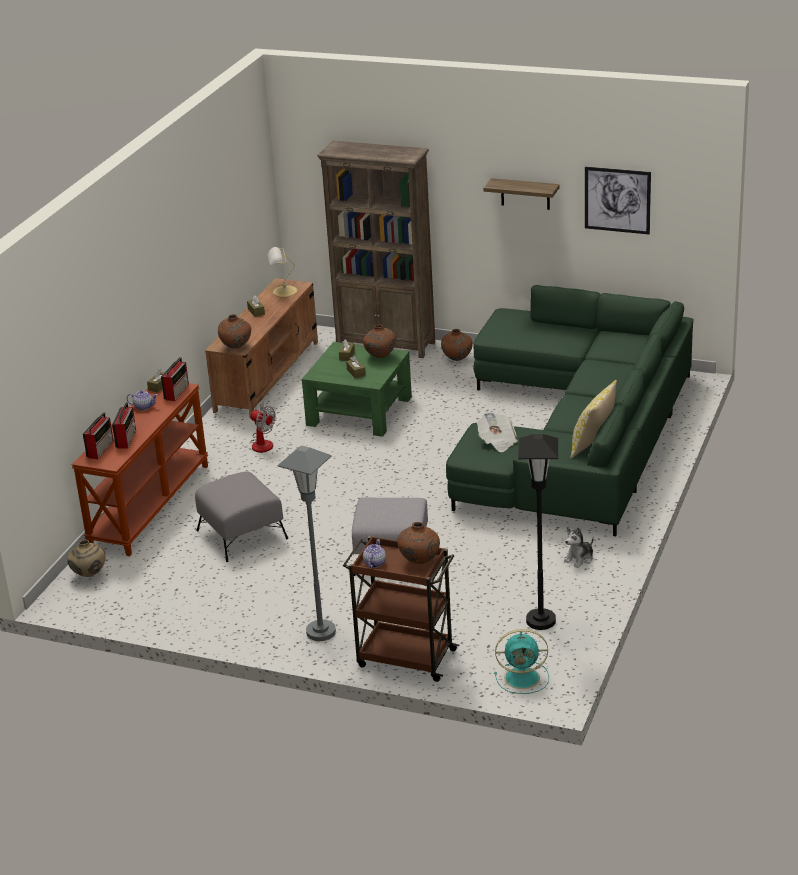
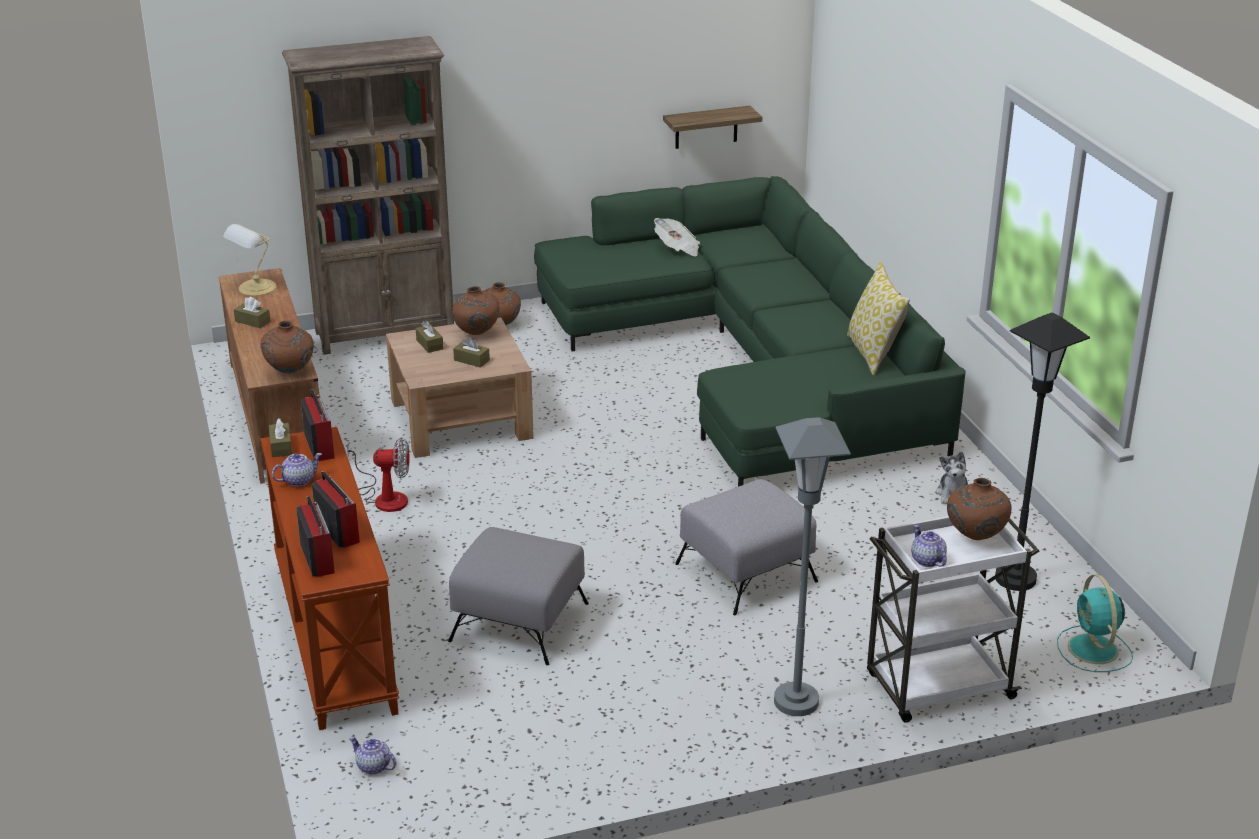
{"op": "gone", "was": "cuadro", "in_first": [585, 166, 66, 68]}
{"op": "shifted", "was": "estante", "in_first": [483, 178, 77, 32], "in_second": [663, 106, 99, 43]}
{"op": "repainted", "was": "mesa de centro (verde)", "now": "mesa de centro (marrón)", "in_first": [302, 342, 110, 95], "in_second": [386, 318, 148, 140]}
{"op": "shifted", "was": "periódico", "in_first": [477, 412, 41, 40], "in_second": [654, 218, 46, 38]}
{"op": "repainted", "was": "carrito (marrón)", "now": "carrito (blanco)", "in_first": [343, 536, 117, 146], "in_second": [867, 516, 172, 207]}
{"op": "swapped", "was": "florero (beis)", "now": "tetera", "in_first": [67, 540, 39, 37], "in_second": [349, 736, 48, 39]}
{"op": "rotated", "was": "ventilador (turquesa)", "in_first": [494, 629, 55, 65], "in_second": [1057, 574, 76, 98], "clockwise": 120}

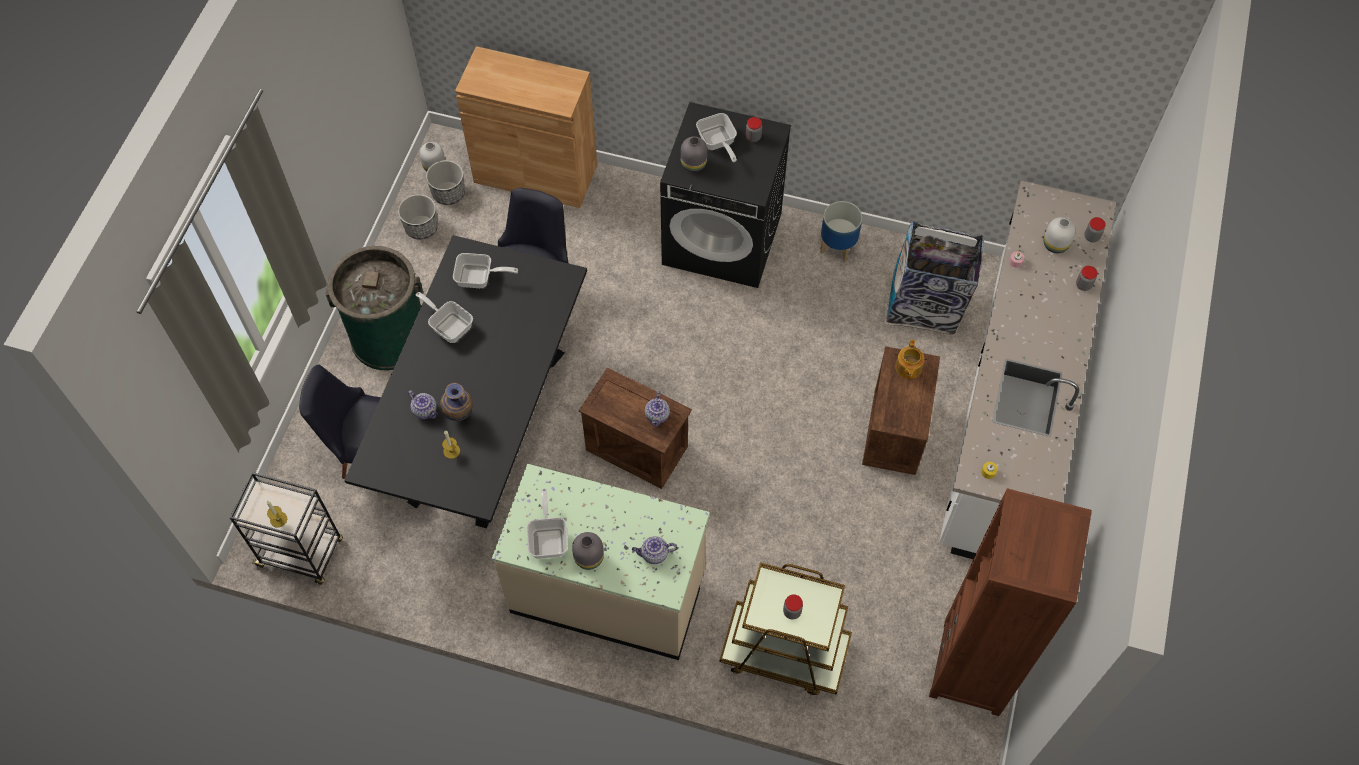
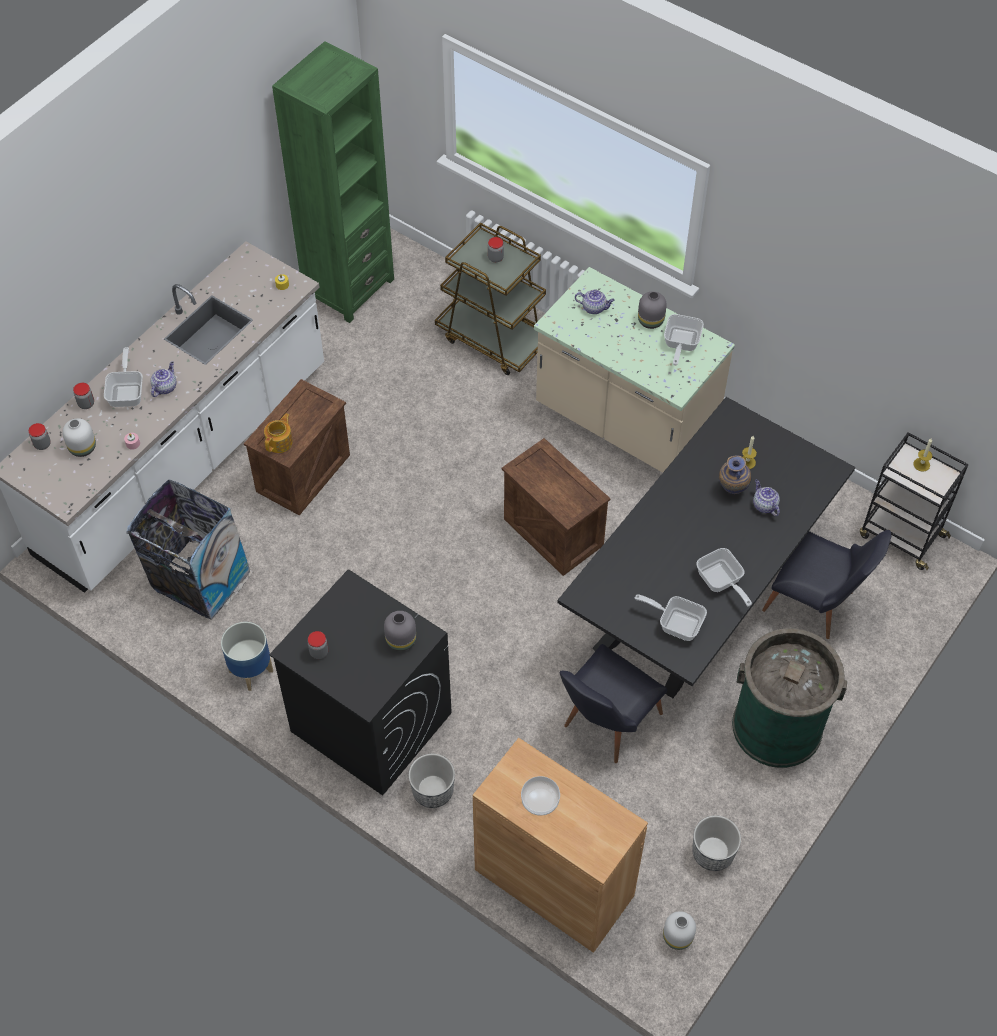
{"op": "shifted", "was": "sartén", "in_first": [696, 113, 41, 49], "in_second": [104, 347, 39, 60]}
{"op": "shifted", "was": "maceta", "in_first": [426, 160, 39, 45], "in_second": [409, 754, 46, 54]}
{"op": "shifted", "was": "tetera", "in_first": [645, 391, 25, 36], "in_second": [151, 361, 26, 36]}
{"op": "repainted", "was": "estantería (marrón)", "now": "estantería (verde)", "in_first": [929, 488, 163, 228], "in_second": [272, 41, 122, 282]}
{"op": "new", "now": "cuenco", "in_second": [521, 776, 39, 40]}

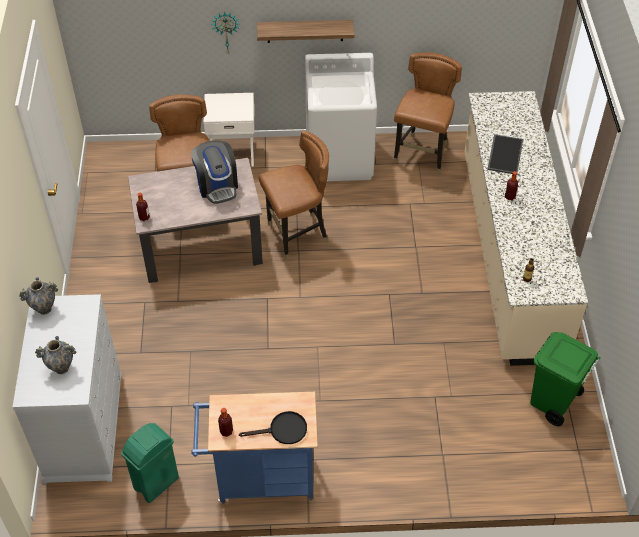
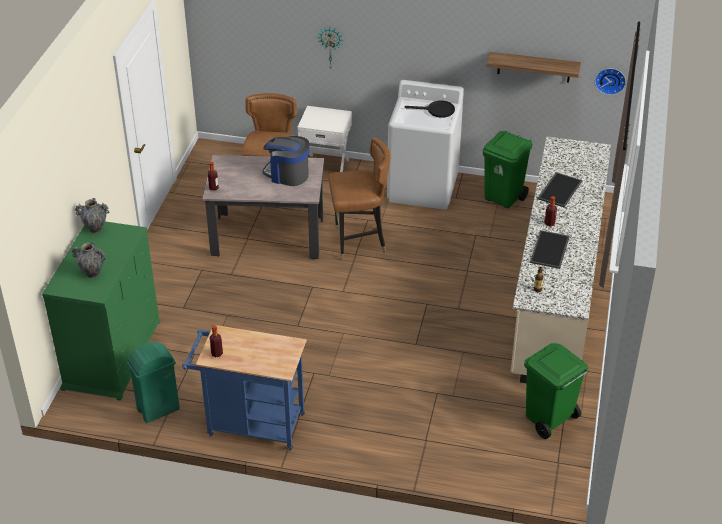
{"op": "shifted", "was": "estante", "in_first": [257, 20, 97, 23], "in_second": [486, 52, 95, 31]}
{"op": "swapped", "was": "silla (marrón)", "now": "papelera (verde)", "in_first": [393, 52, 69, 122], "in_second": [483, 131, 49, 77]}
{"op": "rotated", "was": "cafetera", "in_first": [191, 140, 47, 64], "in_second": [262, 136, 47, 50], "clockwise": 120}
{"op": "repainted", "was": "cómoda (blanco)", "now": "cómoda (verde)", "in_first": [13, 294, 109, 190], "in_second": [42, 221, 119, 180]}
{"op": "shifted", "was": "sartén (negro)", "in_first": [239, 411, 68, 33], "in_second": [405, 101, 50, 17]}
{"op": "new", "now": "reloj de pared", "in_second": [595, 68, 31, 27]}
{"op": "new", "now": "bandeja", "in_second": [530, 230, 40, 39]}

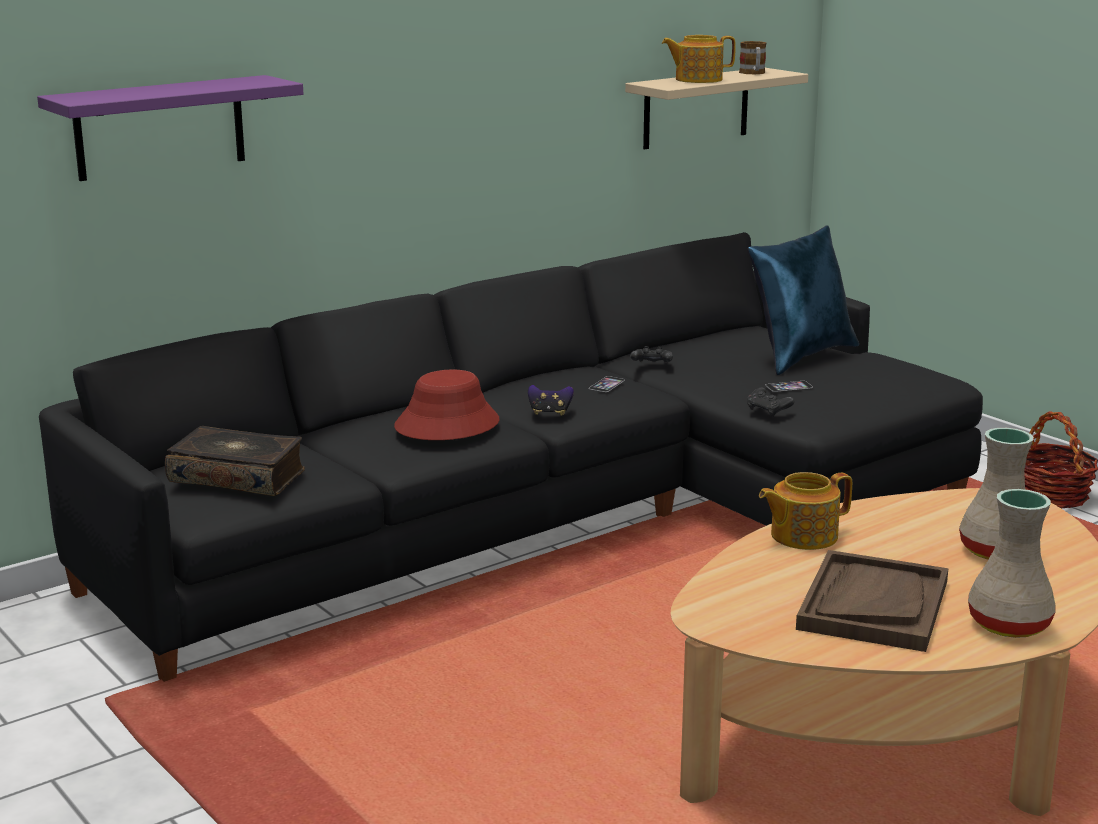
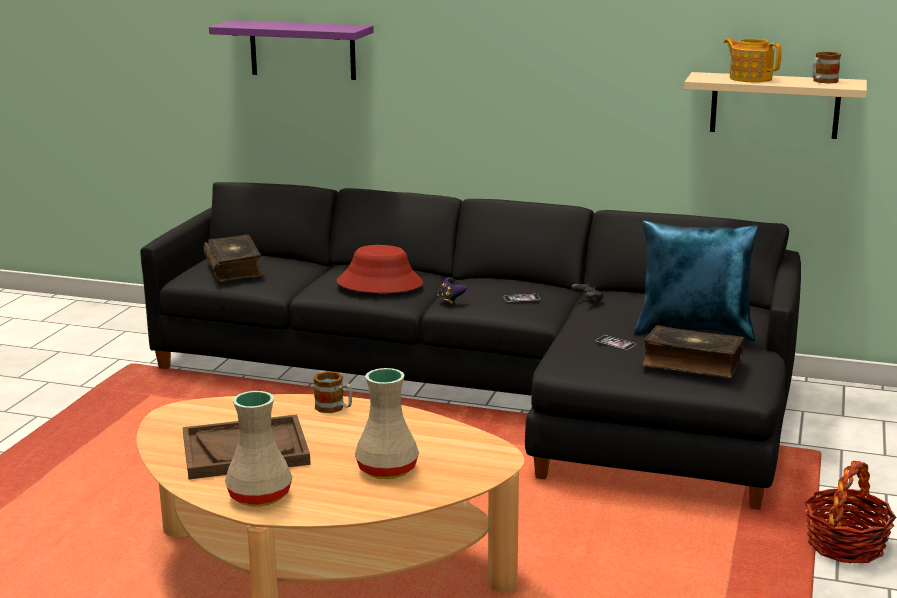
{"op": "gone", "was": "mando de consola (negro)", "in_first": [747, 388, 48, 29]}
{"op": "swapped", "was": "tetera", "now": "taza grande", "in_first": [759, 472, 93, 78], "in_second": [313, 371, 39, 42]}
{"op": "new", "now": "libro", "in_second": [642, 325, 102, 53]}

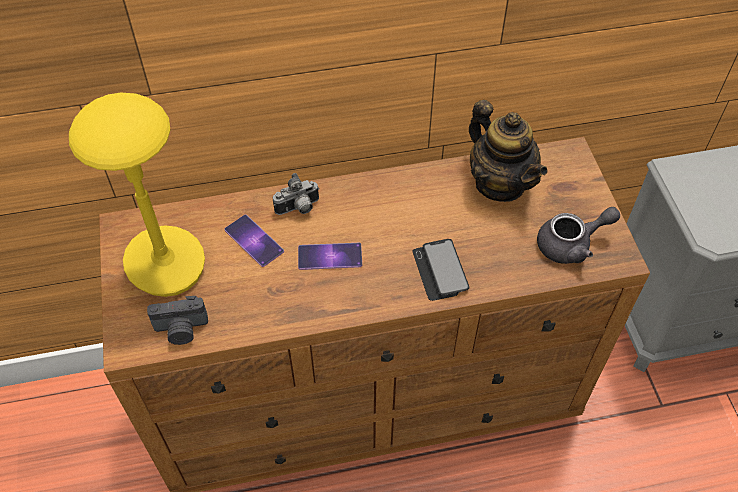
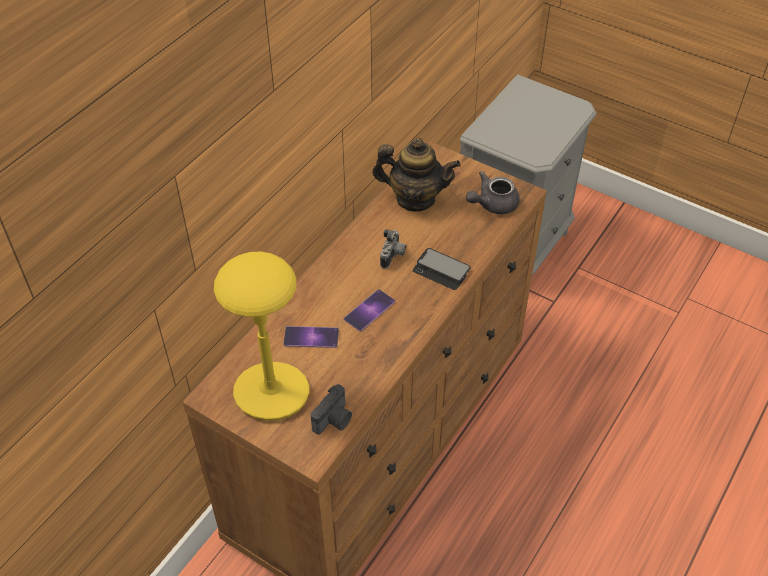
{"op": "shifted", "was": "cámara", "in_first": [273, 173, 46, 42], "in_second": [380, 229, 26, 40]}
{"op": "rotated", "was": "tetera (gris)", "in_first": [537, 207, 83, 57], "in_second": [466, 171, 54, 43], "clockwise": -150}

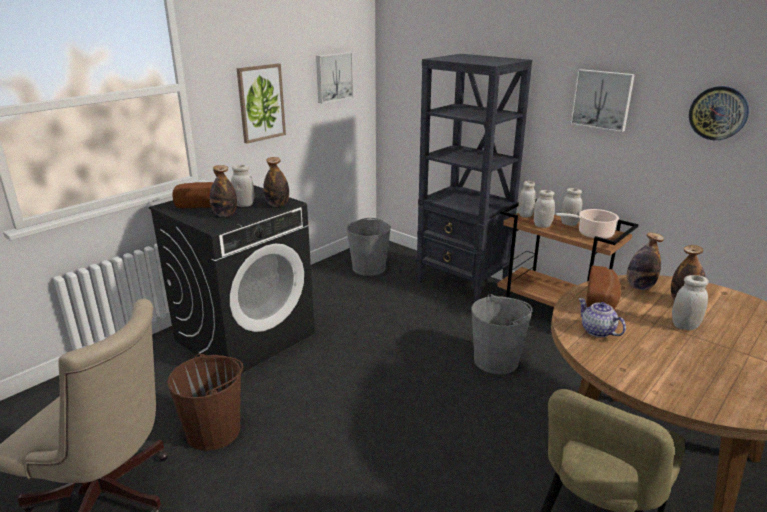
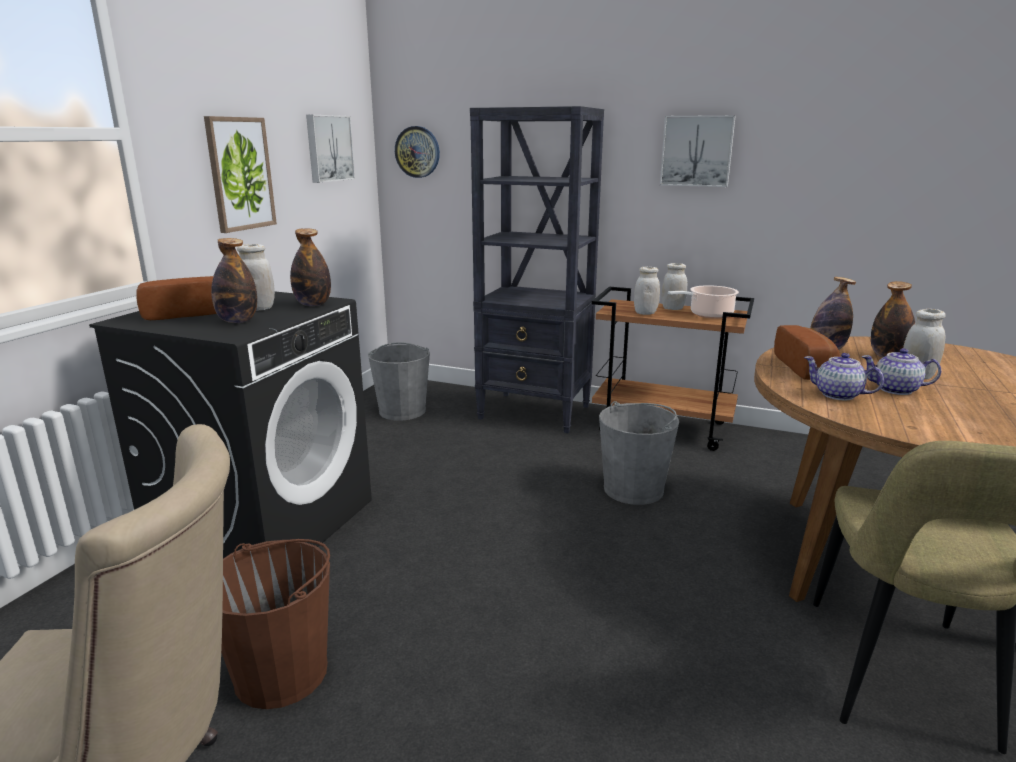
{"op": "shifted", "was": "reloj de pared", "in_first": [689, 86, 60, 54], "in_second": [395, 126, 45, 52]}
{"op": "gone", "was": "tarro (blanco)", "in_first": [519, 181, 17, 37]}
{"op": "new", "now": "tetera", "in_second": [862, 348, 79, 47]}

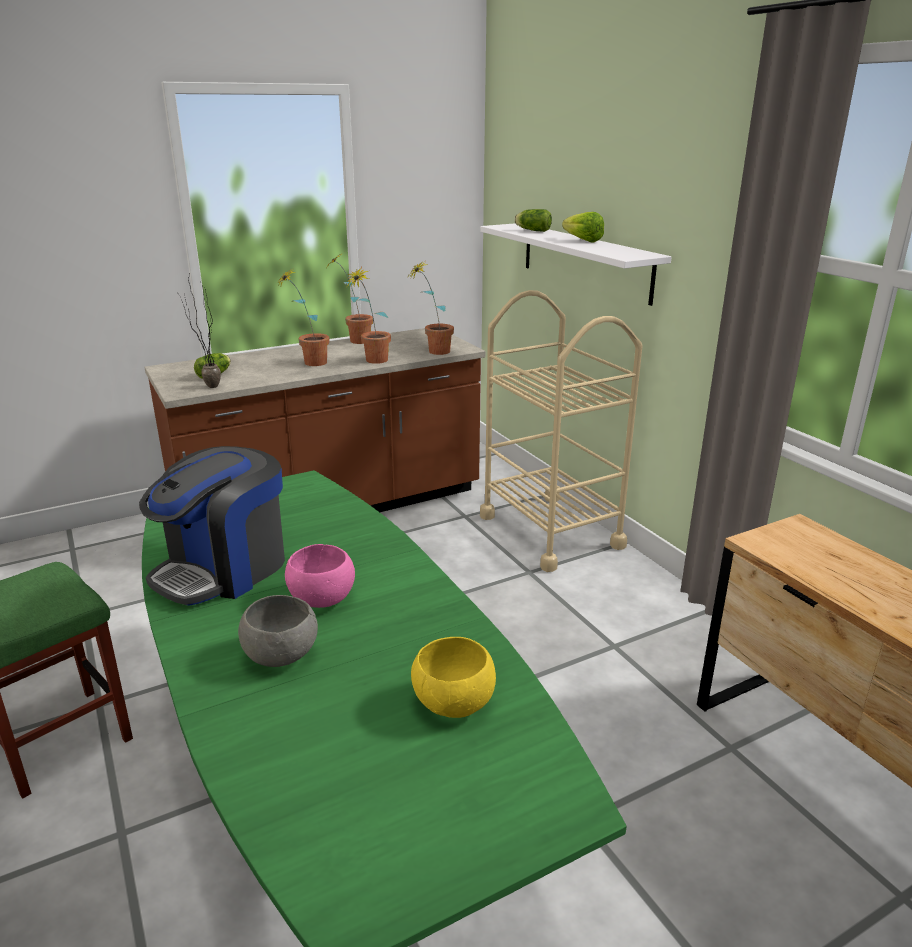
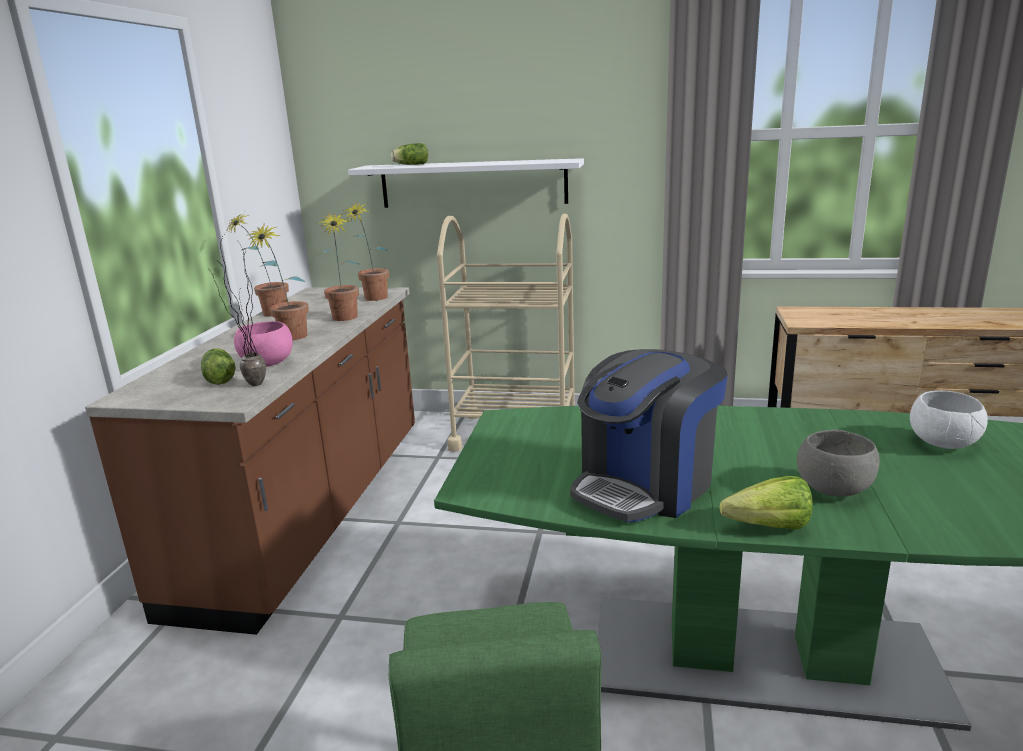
{"op": "shifted", "was": "lechuga", "in_first": [562, 212, 42, 31], "in_second": [719, 476, 93, 53]}
{"op": "rotated", "was": "cafetera", "in_first": [139, 446, 146, 160], "in_second": [570, 349, 158, 174], "clockwise": 60}
{"op": "shifted", "was": "cuenco (rosa)", "in_first": [285, 544, 70, 64], "in_second": [234, 321, 59, 46]}
{"op": "repainted", "was": "cuenco (amarillo)", "now": "cuenco (blanco)", "in_first": [411, 637, 85, 81], "in_second": [910, 391, 78, 58]}

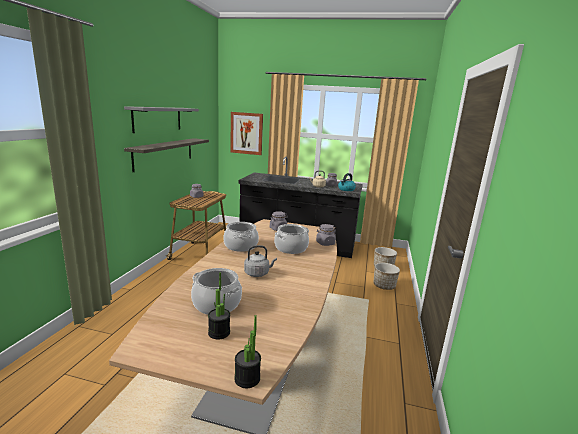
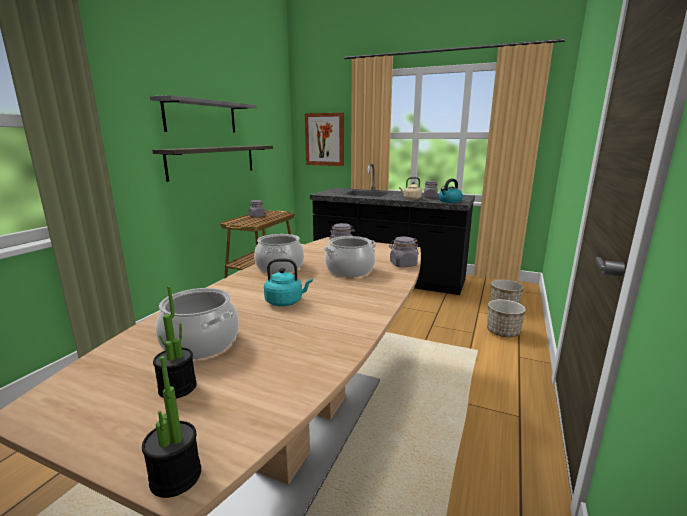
{"op": "repainted", "was": "hervidor (gris)", "now": "hervidor (turquesa)", "in_first": [244, 245, 33, 32], "in_second": [264, 259, 49, 47]}

